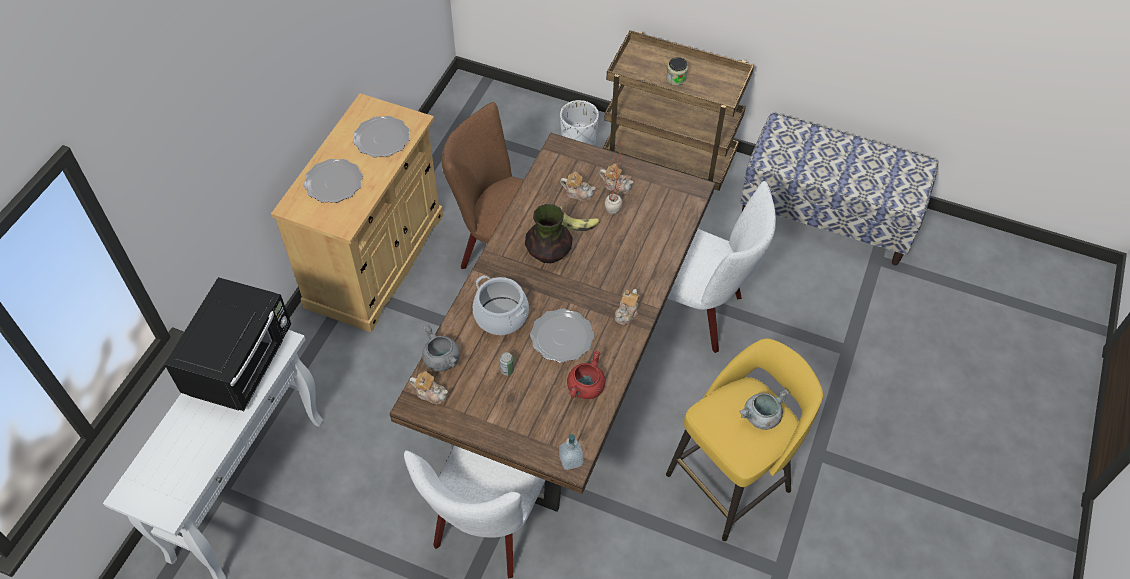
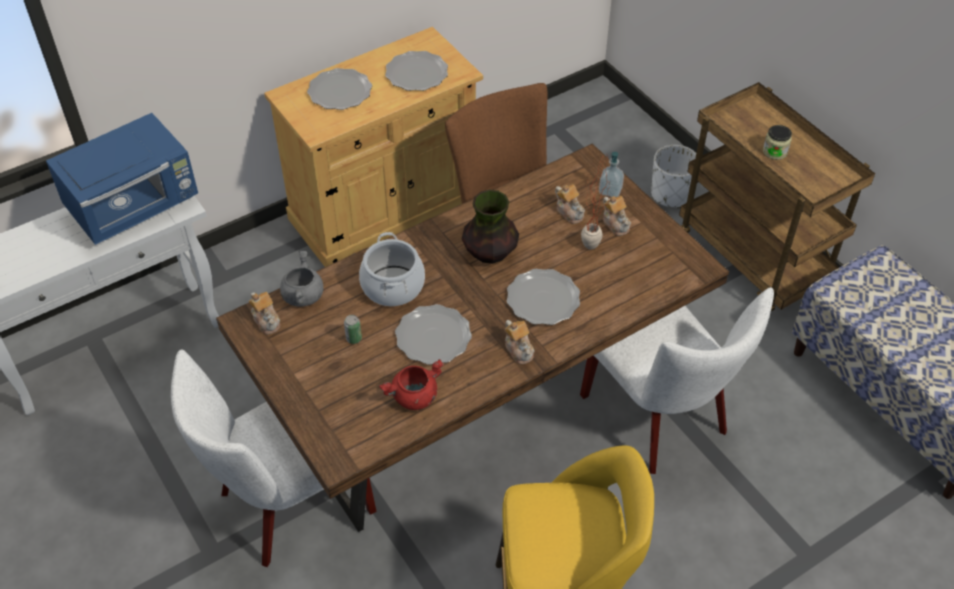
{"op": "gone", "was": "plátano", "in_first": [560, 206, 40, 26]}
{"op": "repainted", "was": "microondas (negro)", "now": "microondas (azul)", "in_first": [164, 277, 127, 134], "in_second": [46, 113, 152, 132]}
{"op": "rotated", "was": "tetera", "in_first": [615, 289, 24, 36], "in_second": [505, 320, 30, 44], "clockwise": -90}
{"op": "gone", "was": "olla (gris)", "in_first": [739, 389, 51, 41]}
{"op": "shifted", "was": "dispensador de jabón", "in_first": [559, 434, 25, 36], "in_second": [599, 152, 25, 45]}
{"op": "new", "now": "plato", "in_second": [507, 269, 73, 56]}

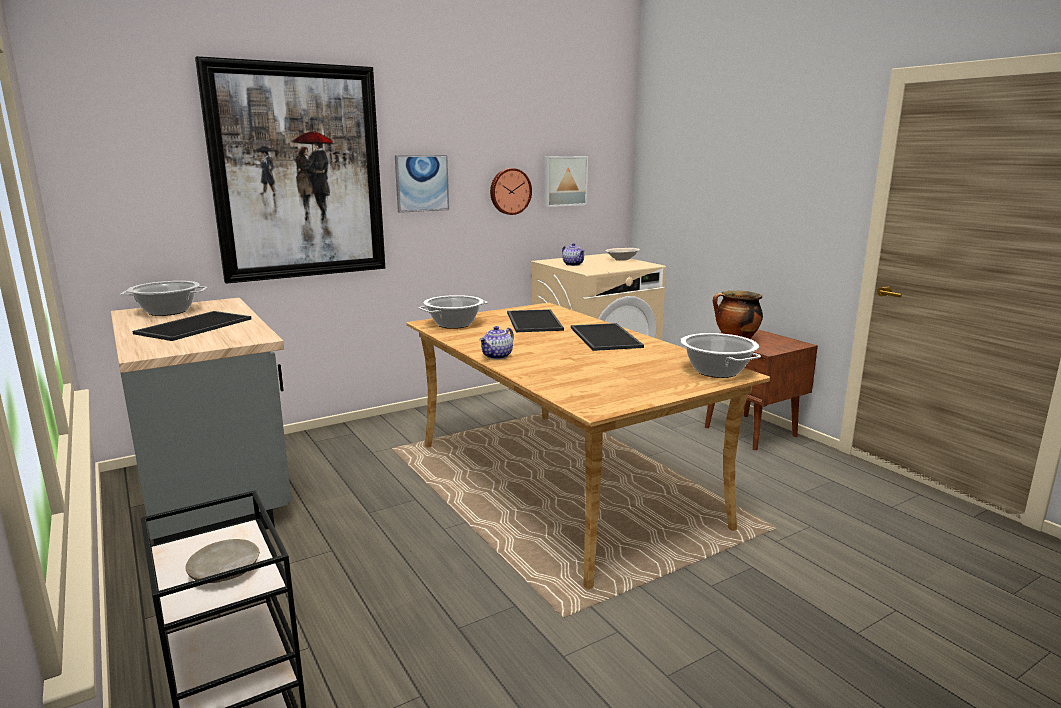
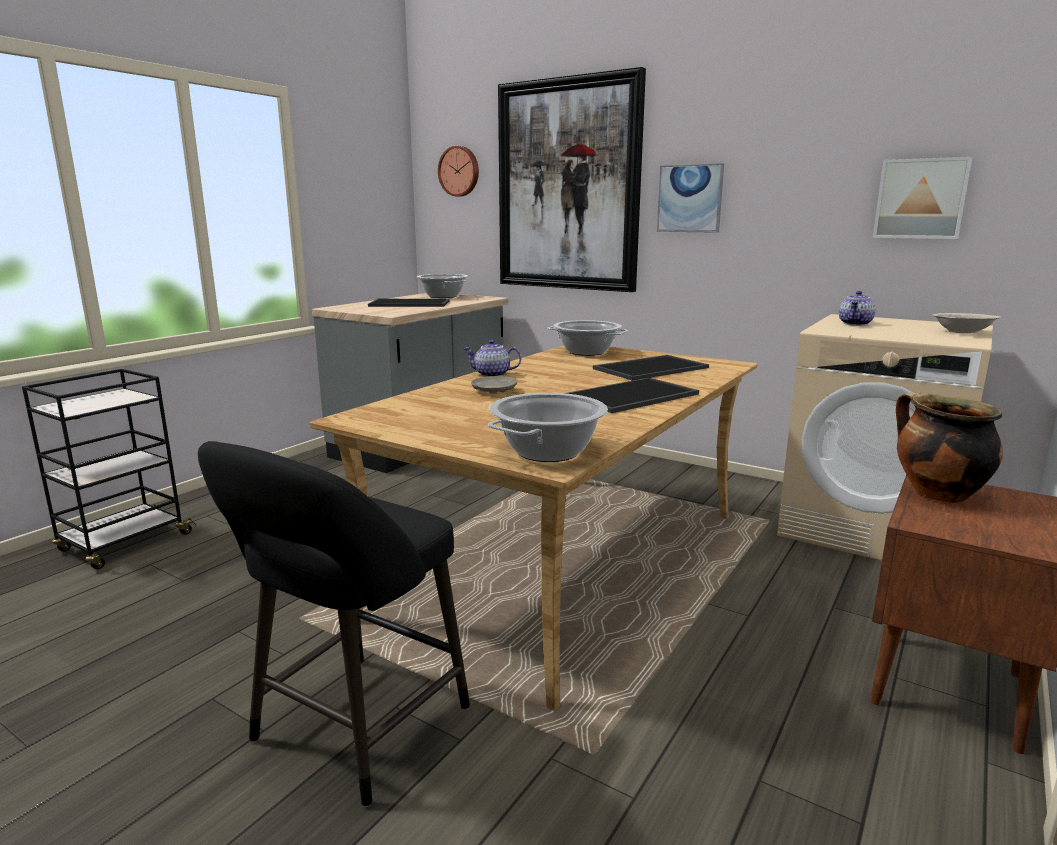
{"op": "shifted", "was": "reloj de pared", "in_first": [490, 168, 42, 47], "in_second": [438, 146, 41, 51]}
{"op": "shifted", "was": "plato (beis)", "in_first": [185, 539, 75, 44], "in_second": [471, 376, 46, 18]}
{"op": "new", "now": "taburete (negro)", "in_second": [198, 441, 272, 366]}

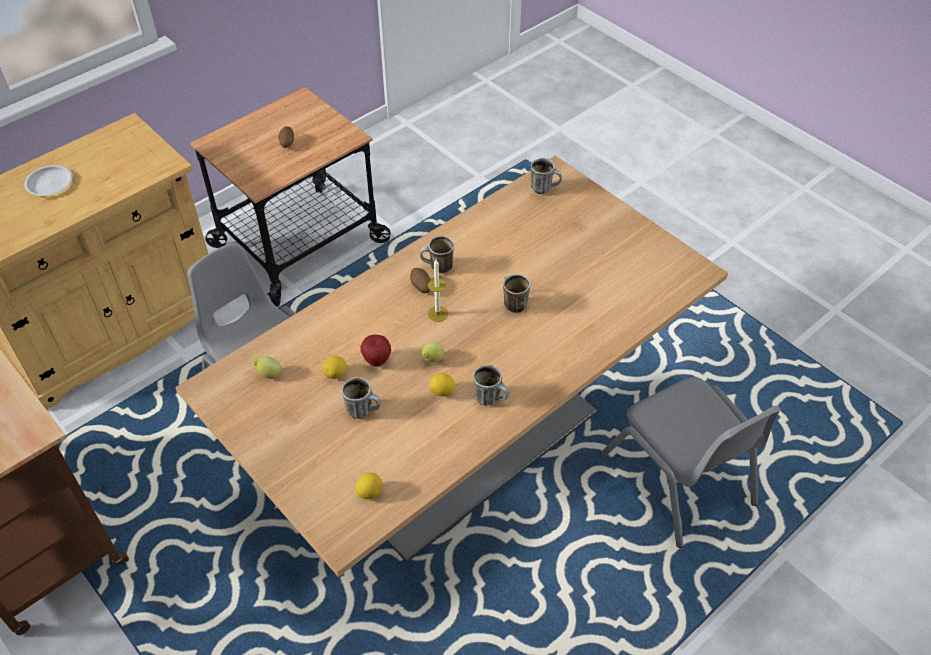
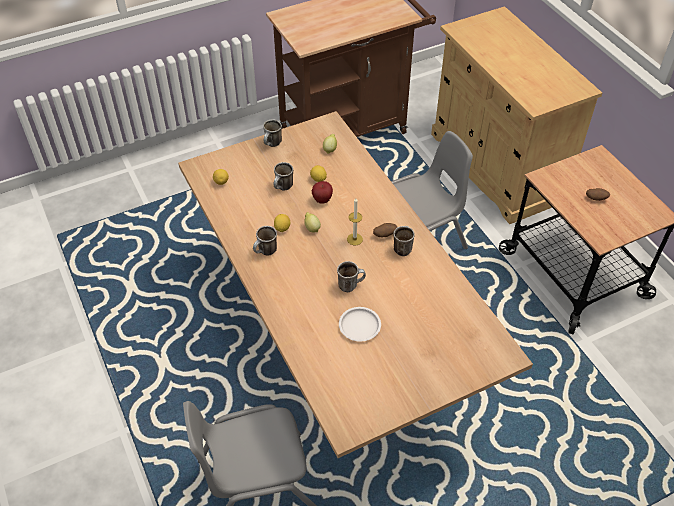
{"op": "shifted", "was": "taza grande", "in_first": [531, 158, 31, 36], "in_second": [263, 120, 19, 27]}
{"op": "shifted", "was": "plato (blanco)", "in_first": [24, 165, 49, 31], "in_second": [339, 307, 42, 35]}

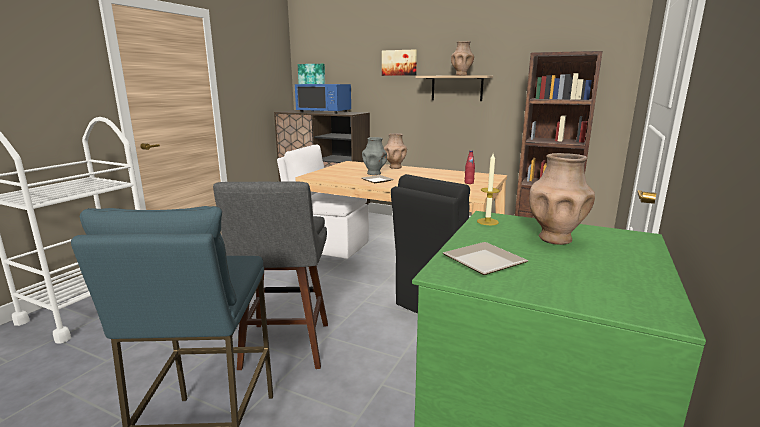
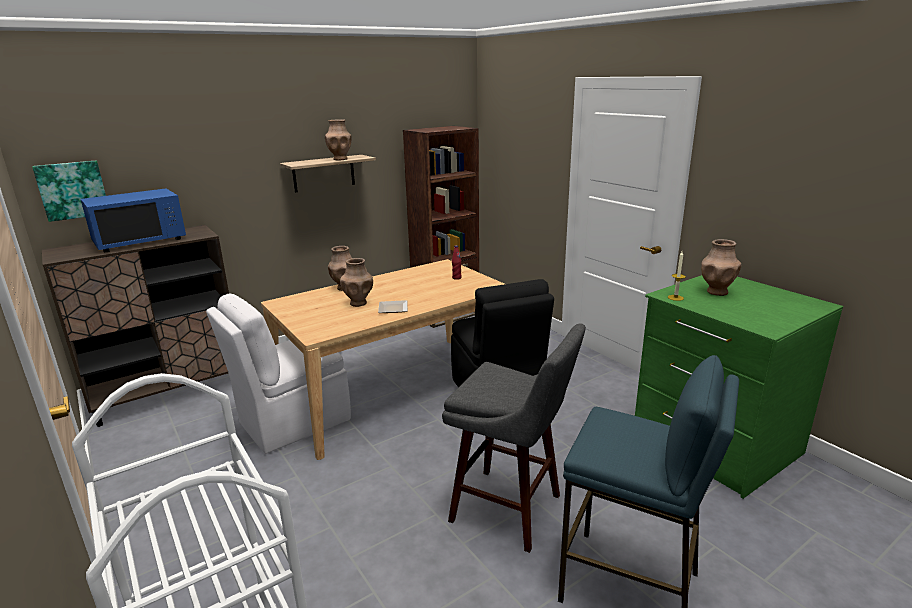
{"op": "gone", "was": "cuadro", "in_first": [382, 49, 35, 27]}
{"op": "repainted", "was": "florero (gris)", "now": "florero (marrón)", "in_first": [362, 137, 25, 38], "in_second": [340, 258, 33, 49]}
{"op": "gone", "was": "plato", "in_first": [443, 242, 85, 33]}

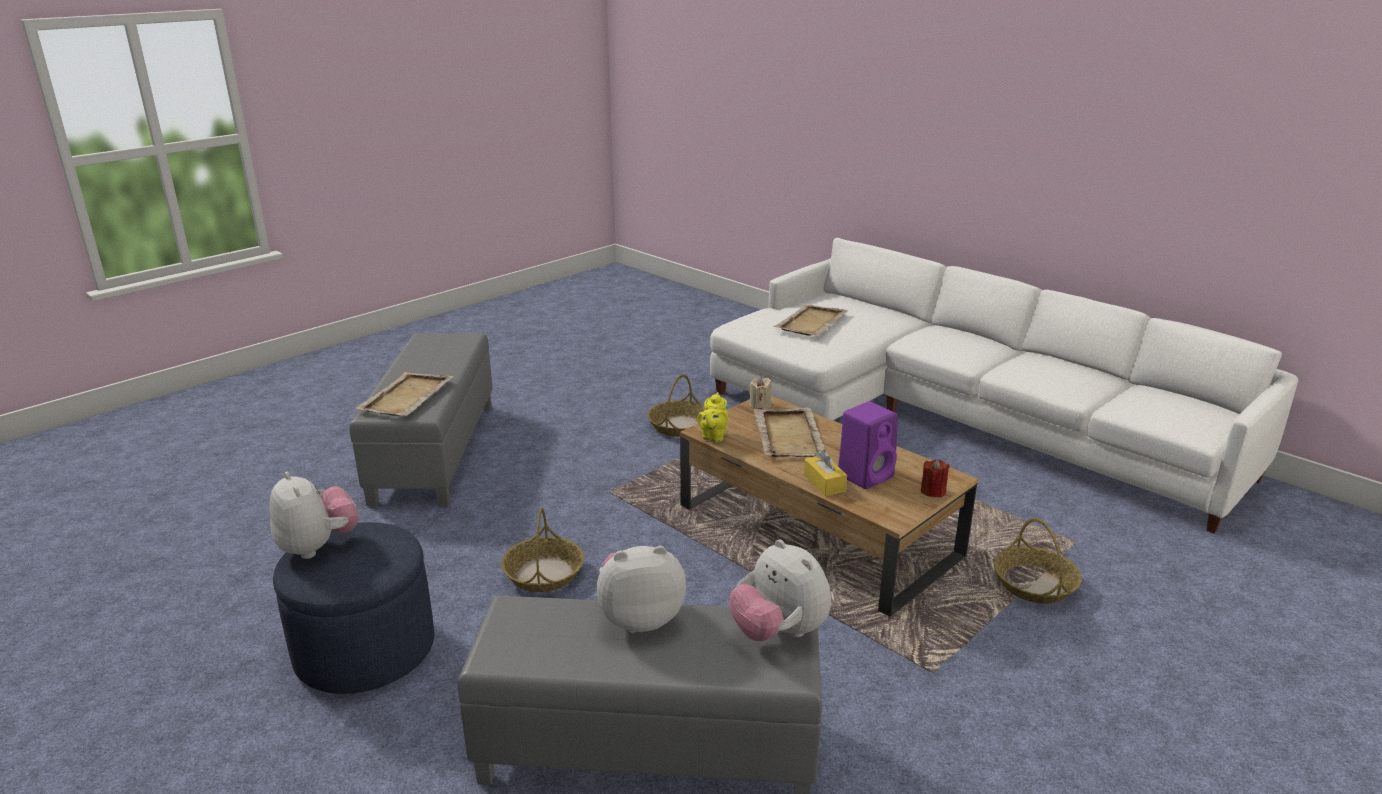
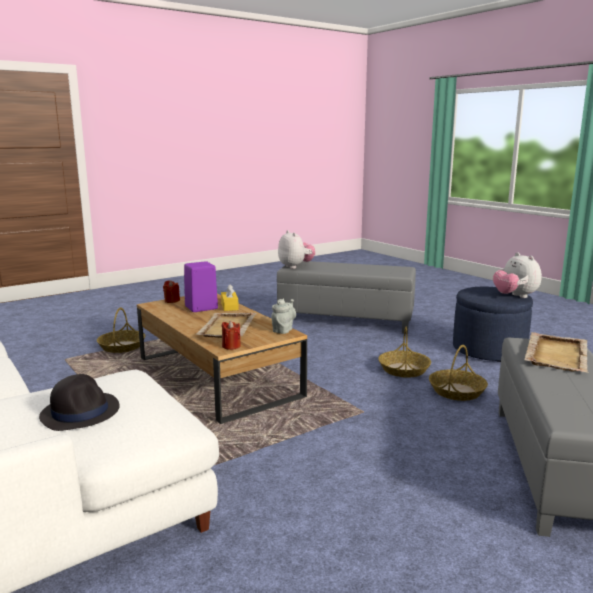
{"op": "swapped", "was": "bandeja (beis)", "now": "sombrero (negro)", "in_first": [774, 304, 75, 32], "in_second": [39, 374, 81, 57]}
{"op": "shifted", "was": "cesta", "in_first": [647, 374, 58, 63], "in_second": [429, 345, 59, 56]}
{"op": "repainted", "was": "vela (beis)", "now": "vela (rojo)", "in_first": [749, 377, 22, 32], "in_second": [222, 321, 19, 29]}
{"op": "repainted", "was": "tetera (amarillo)", "now": "tetera (gris)", "in_first": [697, 392, 31, 51], "in_second": [271, 299, 25, 35]}
{"op": "gone", "was": "peluche", "in_first": [597, 546, 89, 87]}

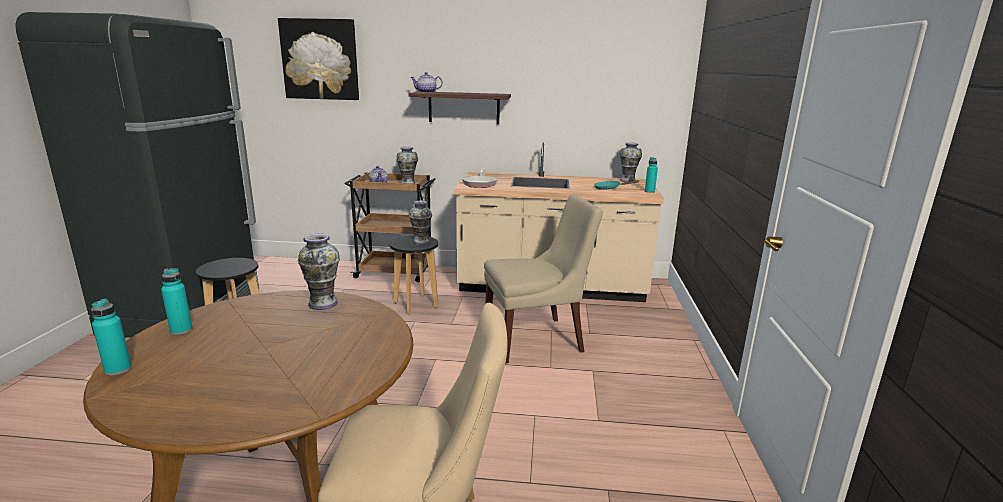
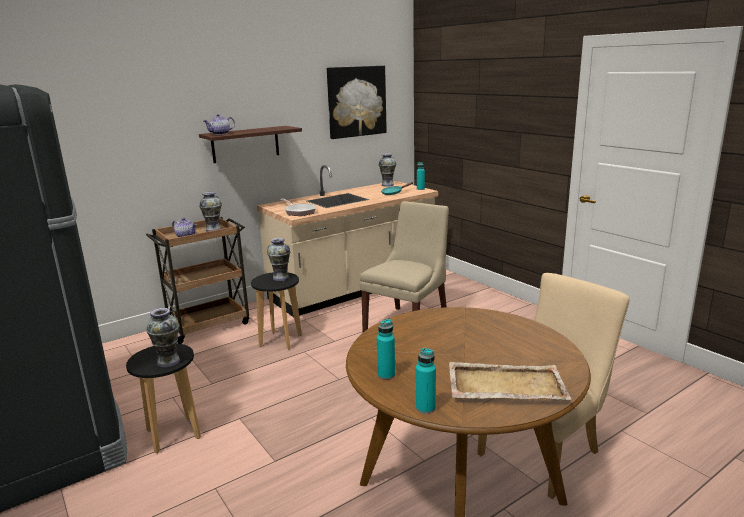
{"op": "shifted", "was": "cuadro", "in_first": [278, 18, 81, 82], "in_second": [327, 66, 60, 73]}
{"op": "shifted", "was": "florero", "in_first": [298, 234, 42, 76], "in_second": [146, 308, 34, 60]}
{"op": "new", "now": "bandeja (beis)", "in_second": [449, 362, 123, 38]}

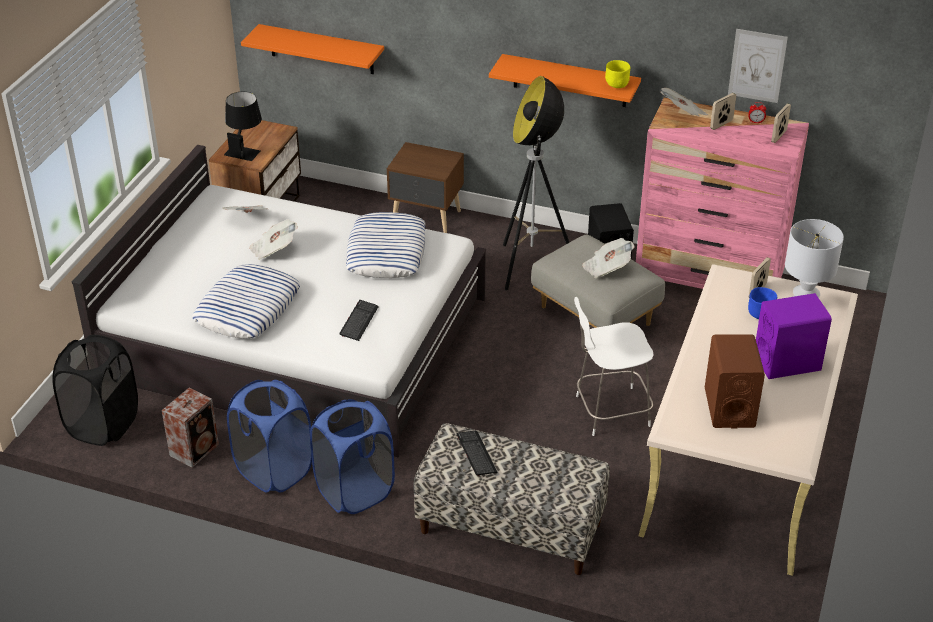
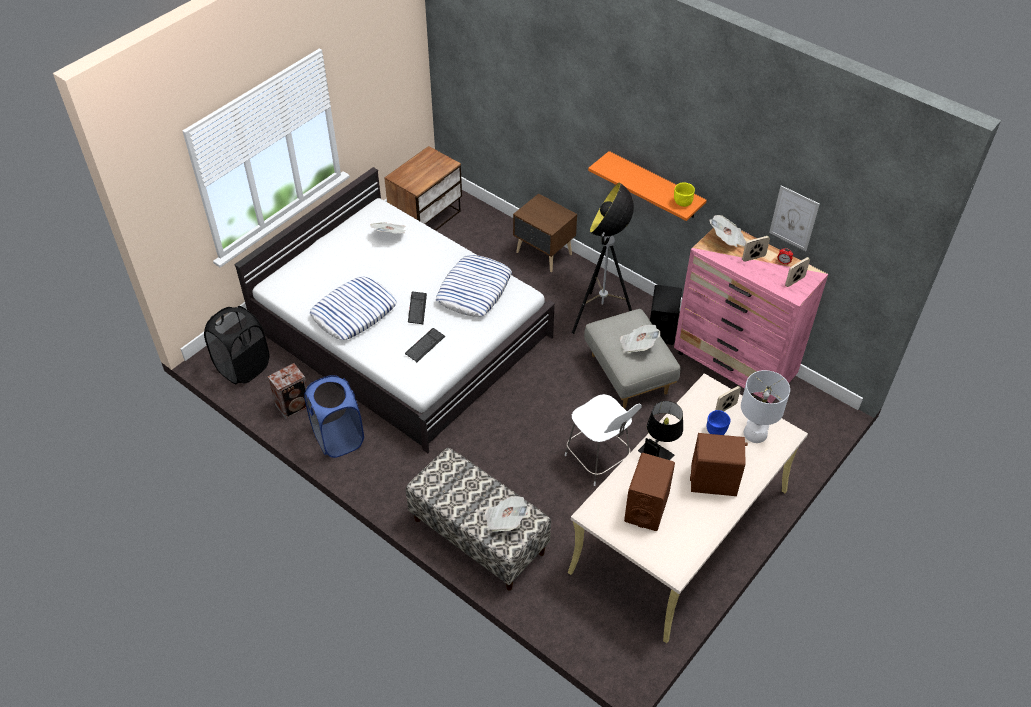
{"op": "gone", "was": "estante (naranja)", "in_first": [241, 24, 143, 50]}
{"op": "shifted", "was": "lámpara de mesa (negro)", "in_first": [224, 92, 38, 69], "in_second": [638, 401, 45, 59]}
{"op": "shifted", "was": "periódico", "in_first": [249, 219, 49, 41], "in_second": [485, 496, 43, 36]}
{"op": "repainted", "was": "altavoz (morado)", "now": "altavoz (marrón)", "in_first": [756, 293, 76, 86], "in_second": [690, 433, 58, 63]}
{"op": "rotated", "was": "silla (blanco)", "in_first": [574, 297, 79, 139], "in_second": [565, 394, 77, 92], "clockwise": -135}
{"op": "gone", "was": "cesto de la ropa (azul)", "in_first": [310, 399, 85, 115]}
{"op": "shifted", "was": "teclado", "in_first": [457, 431, 41, 45], "in_second": [408, 291, 19, 33]}

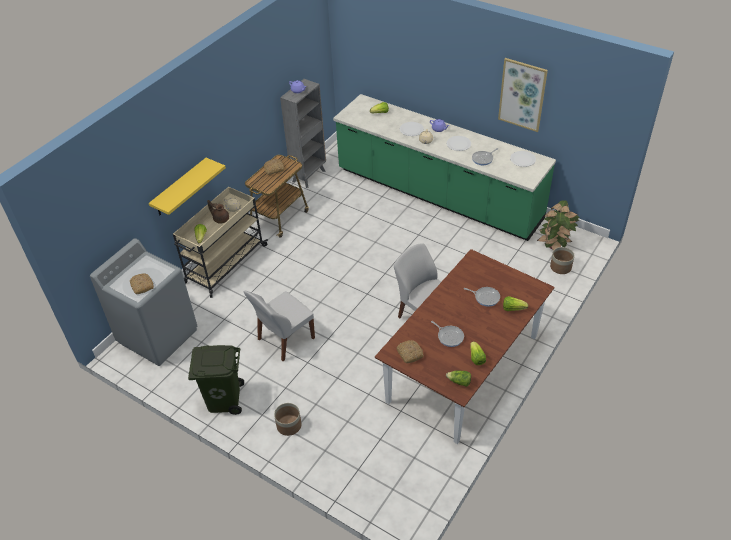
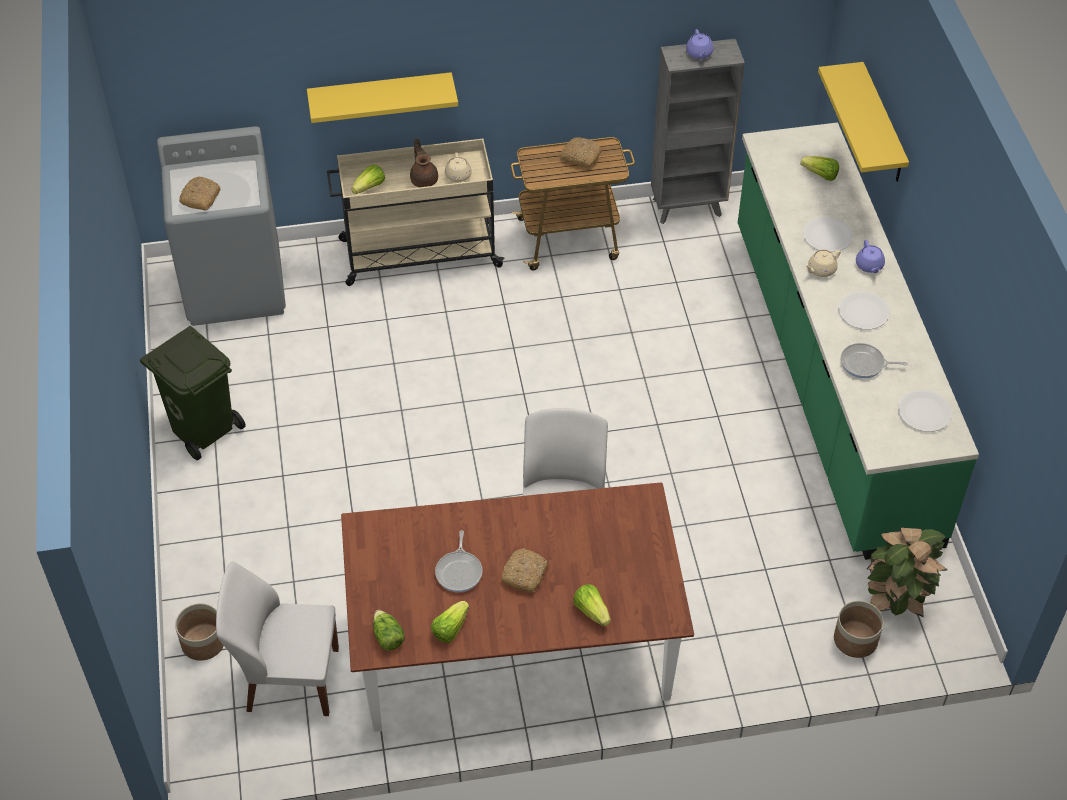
{"op": "gone", "was": "cuadro", "in_first": [498, 58, 50, 74]}
{"op": "gone", "was": "sartén", "in_first": [465, 287, 35, 20]}
{"op": "shifted", "was": "silla (blanco)", "in_first": [243, 291, 72, 70], "in_second": [216, 562, 123, 154]}
{"op": "shifted", "was": "pan", "in_first": [397, 340, 27, 23], "in_second": [501, 548, 47, 45]}
{"op": "shifted", "was": "maceta", "in_first": [274, 403, 28, 33], "in_second": [175, 603, 49, 58]}
{"op": "new", "now": "estante (amarillo)", "in_second": [818, 62, 91, 120]}

